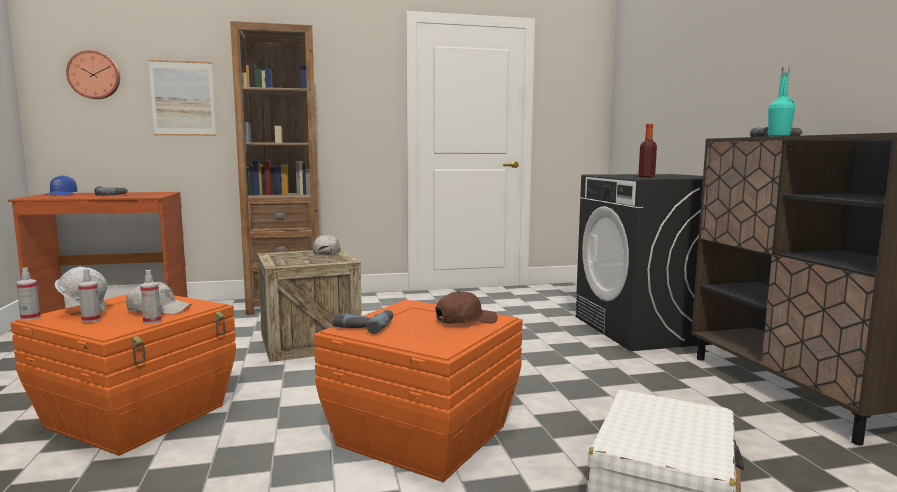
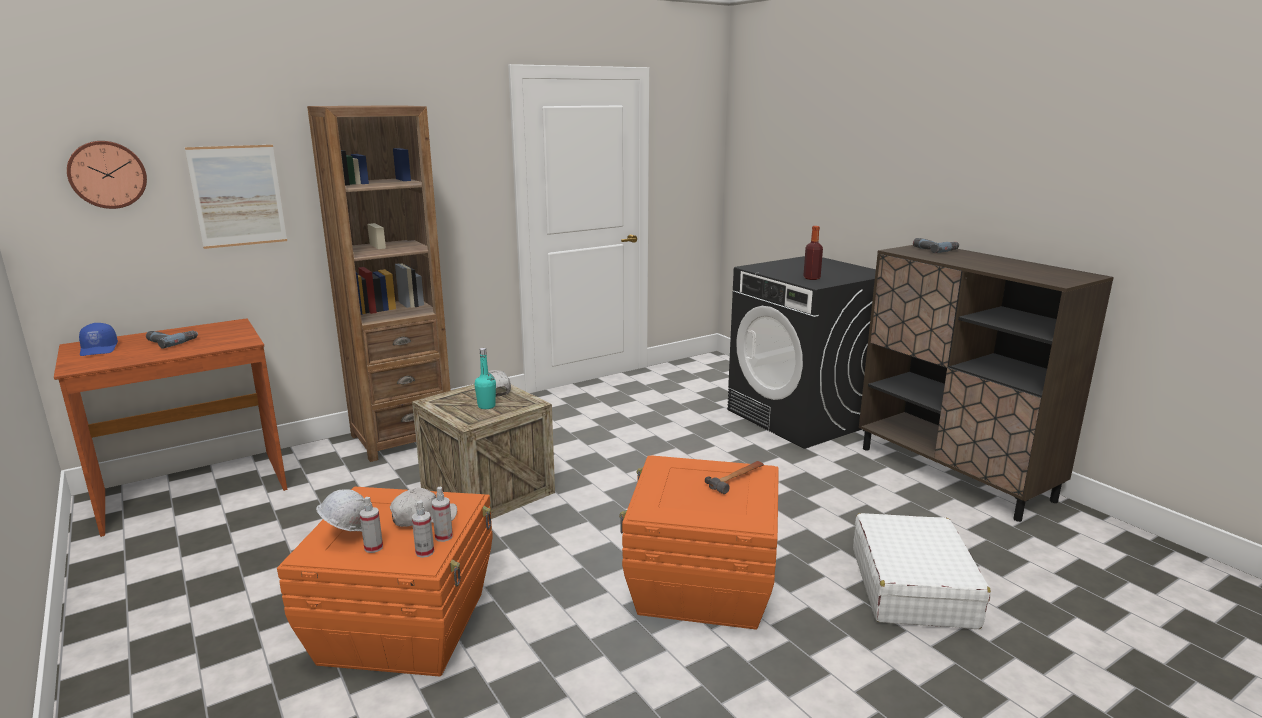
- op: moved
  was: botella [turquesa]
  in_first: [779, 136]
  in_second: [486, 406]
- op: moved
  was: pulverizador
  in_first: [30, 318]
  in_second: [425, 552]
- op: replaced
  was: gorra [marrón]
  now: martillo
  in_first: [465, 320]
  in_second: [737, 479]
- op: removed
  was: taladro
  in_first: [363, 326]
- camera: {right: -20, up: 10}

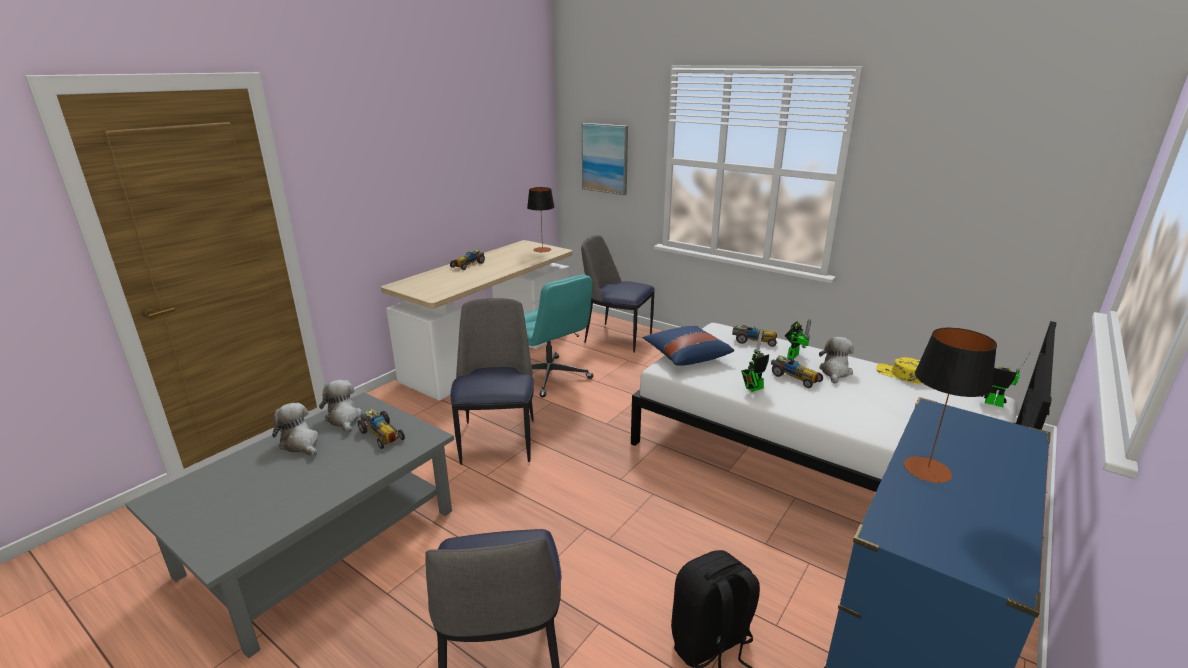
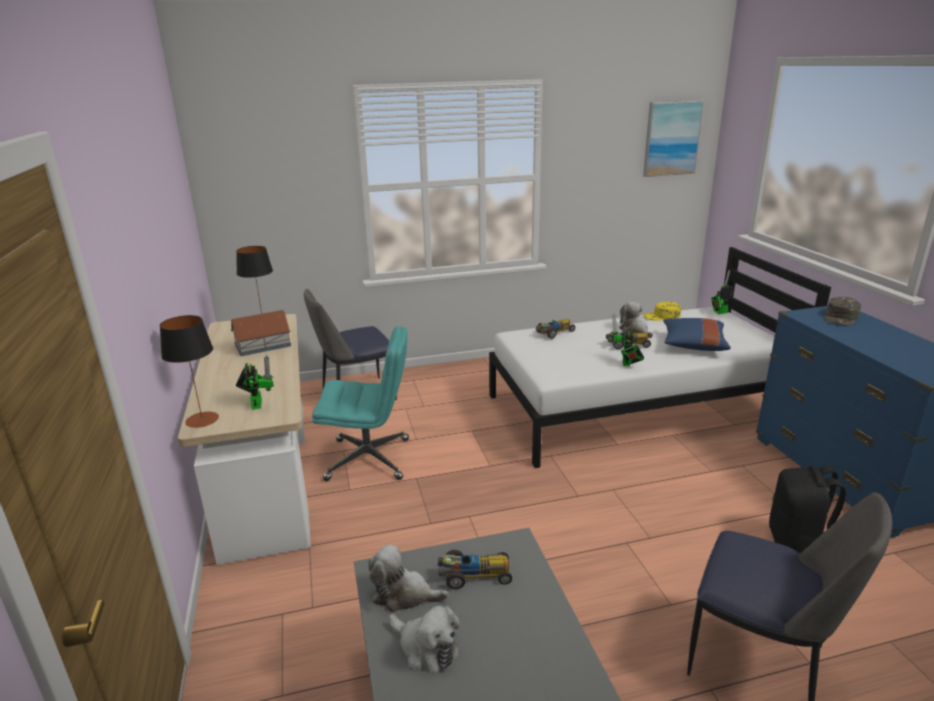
- op: moved
  was: cuadro
  in_first: [605, 158]
  in_second: [671, 138]
- op: removed
  was: coche de juguete
  in_first: [469, 264]
- op: removed
  was: silla
  in_first: [498, 439]
- op: moved
  was: robot de juguete
  in_first: [793, 355]
  in_second: [257, 403]
- op: moved
  was: cojín [azul]
  in_first: [686, 356]
  in_second: [693, 345]
- op: moved
  was: lámpara de mesa
  in_first: [927, 470]
  in_second: [202, 420]
- op: turned
  was: peluche
  in_first: [300, 444]
  in_second: [426, 648]
  clockwise: -135
- op: added
  now: gorra [verde]
  in_second: [841, 317]
- op: added
  now: casita
  in_second: [263, 345]
- camera: {right: -50, up: 0}

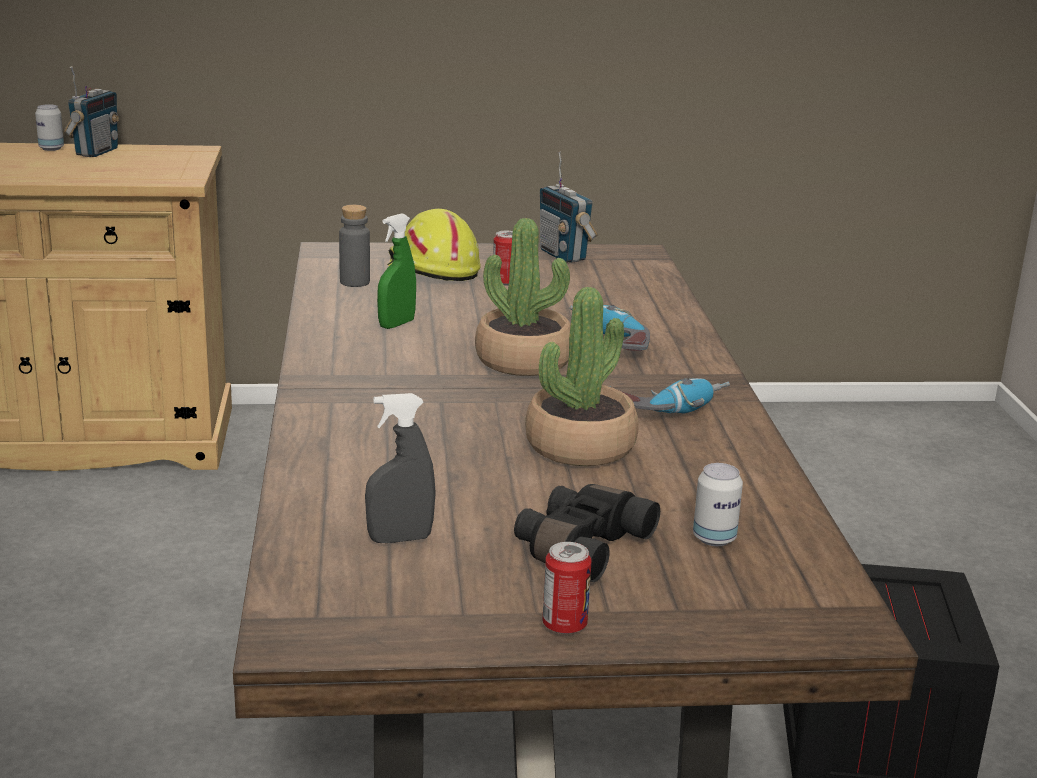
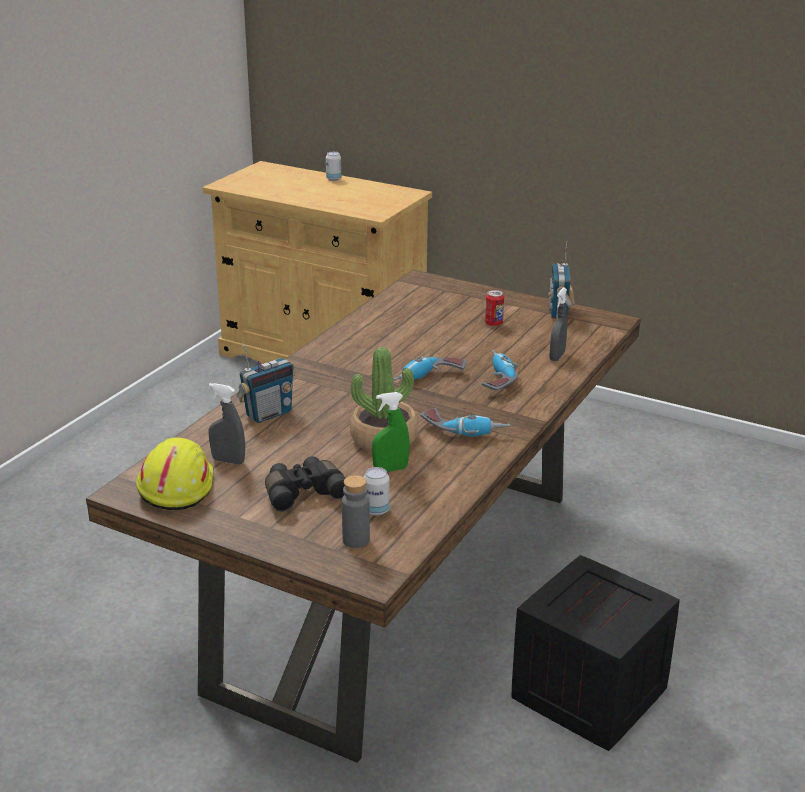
- op: moved
  was: radio
  in_first: [96, 152]
  in_second: [268, 414]
- op: moved
  was: botella [gris]
  in_first: [354, 282]
  in_second: [356, 540]
- op: moved
  was: casco [amarillo]
  in_first: [432, 269]
  in_second: [175, 487]
- op: moved
  was: pulverizador [verde]
  in_first: [396, 324]
  in_second: [390, 469]
- op: replaced
  was: planta en maceta
  now: taladro
  in_first: [523, 360]
  in_second: [429, 379]
- op: removed
  was: lata
  in_first: [564, 625]
- op: added
  now: pulverizador [gris]
  in_second: [557, 356]
- camera: {right: 35, up: 5}

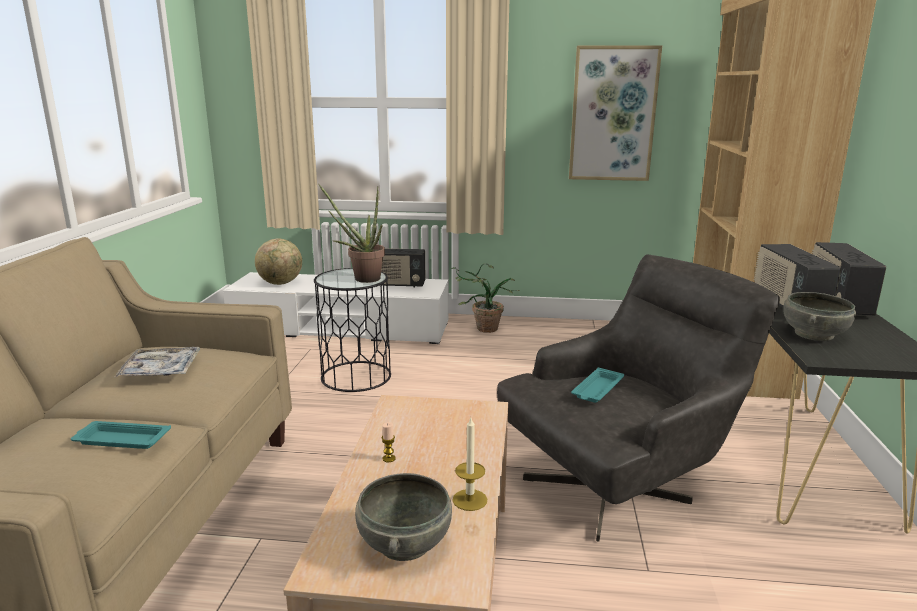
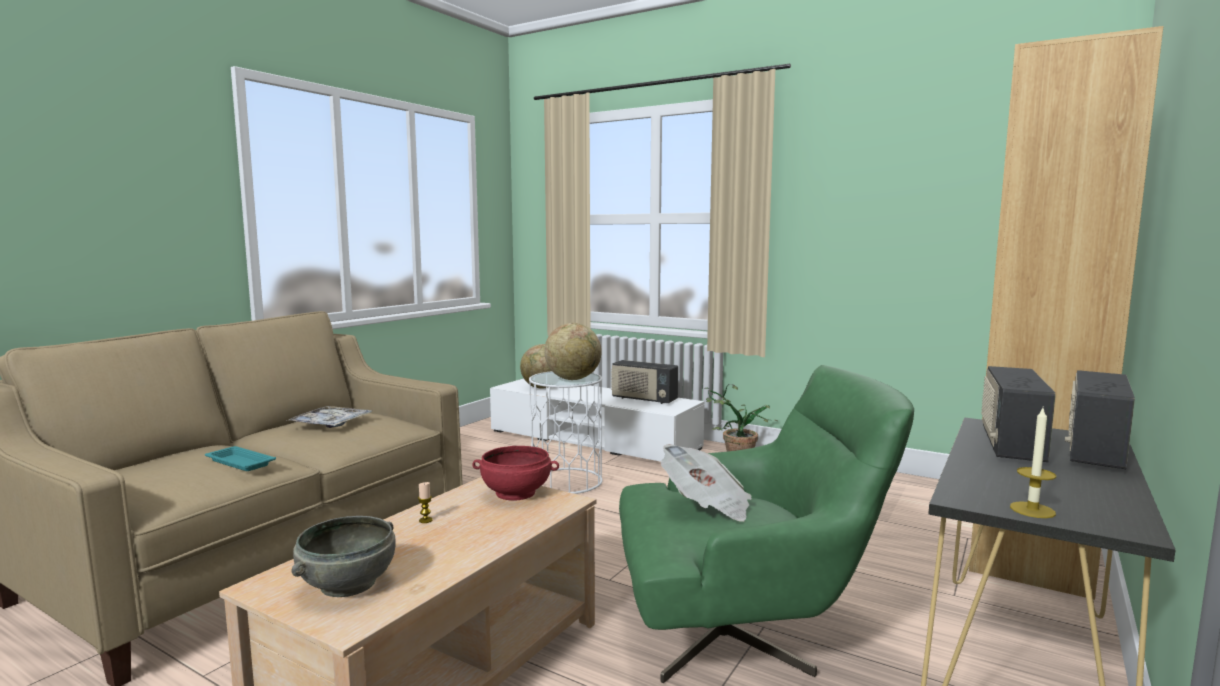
- op: removed
  was: cuadro
  in_first: [613, 114]
- op: replaced
  was: planta en maceta
  now: globo terráqueo
  in_first: [361, 278]
  in_second: [573, 379]
- op: recoloured
  was: sillón [gris]
  now: sillón [verde]
  in_first: [621, 483]
  in_second: [746, 634]
- op: recoloured
  was: mesa auxiliar [negro]
  now: mesa auxiliar [blanco]
  in_first: [356, 376]
  in_second: [567, 481]
- op: removed
  was: cuenco [gris]
  in_first: [813, 334]
- op: replaced
  was: bandeja [turquesa]
  now: periódico
  in_first: [597, 390]
  in_second: [707, 506]
- op: moved
  was: vela
  in_first: [469, 500]
  in_second: [1032, 510]
- op: added
  now: cuenco [rojo]
  in_second: [515, 493]
- camera: {right: 25, up: -10}

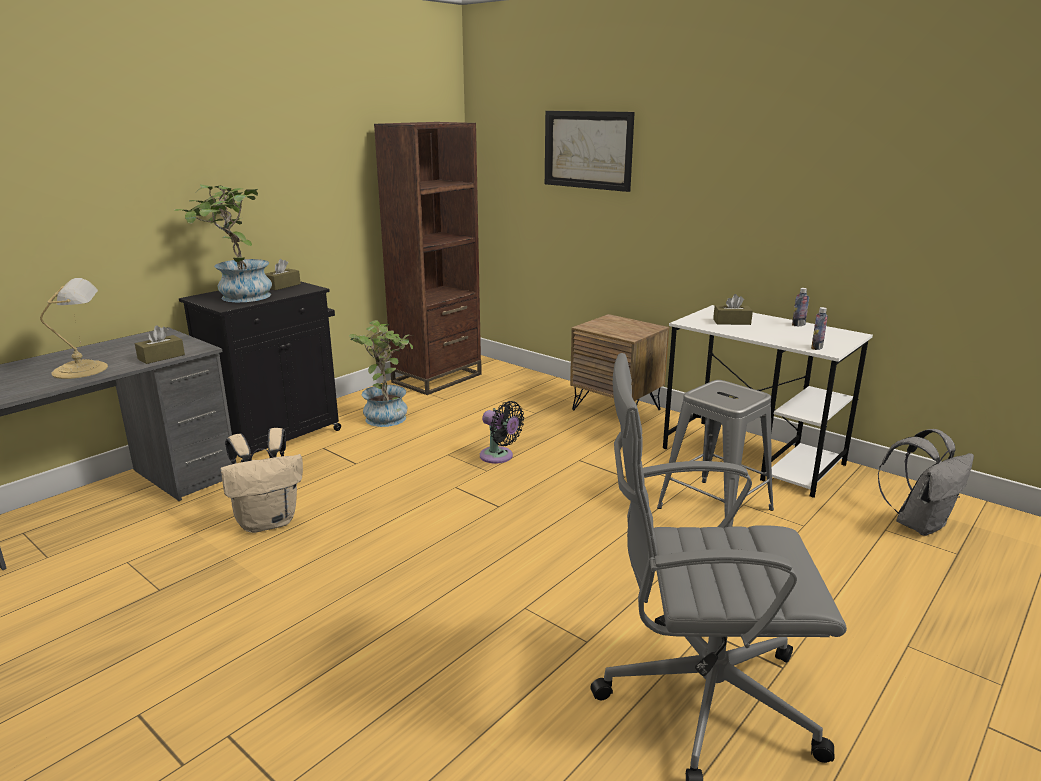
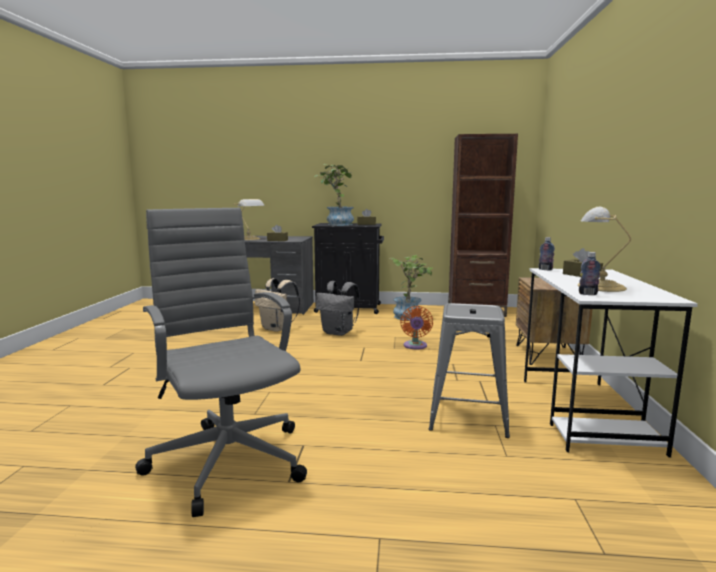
- op: removed
  was: cuadro
  in_first: [588, 150]
- op: moved
  was: botella
  in_first: [798, 325]
  in_second: [545, 269]
- op: recoloured
  was: ventilador [negro]
  now: ventilador [naranja]
  in_first: [499, 457]
  in_second: [415, 346]
- op: moved
  was: mochila [gris]
  in_first: [919, 524]
  in_second: [339, 332]
- op: added
  now: lámpara de mesa
  in_second: [598, 286]
- camera: {right: 55, up: -10}

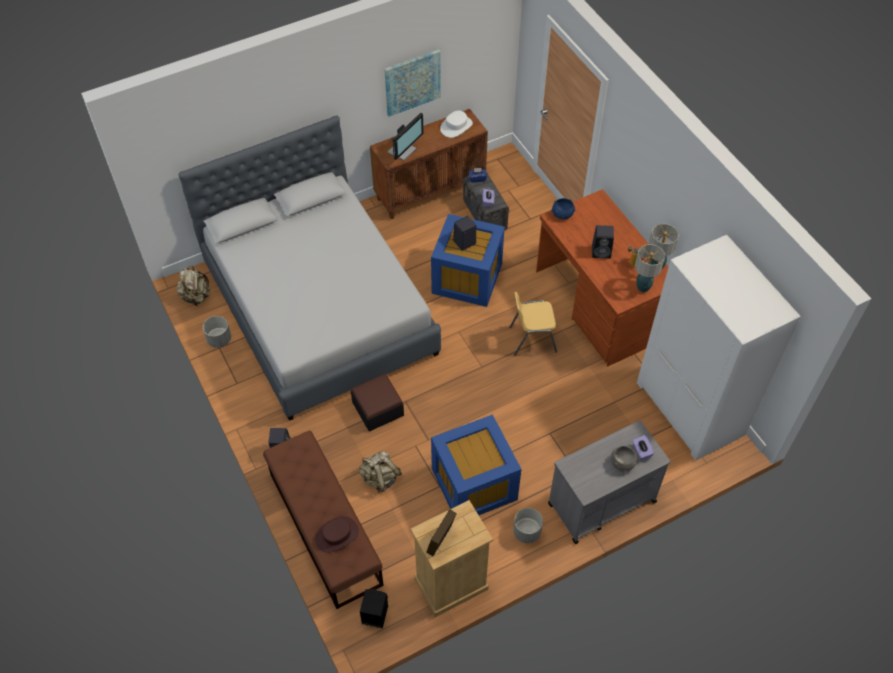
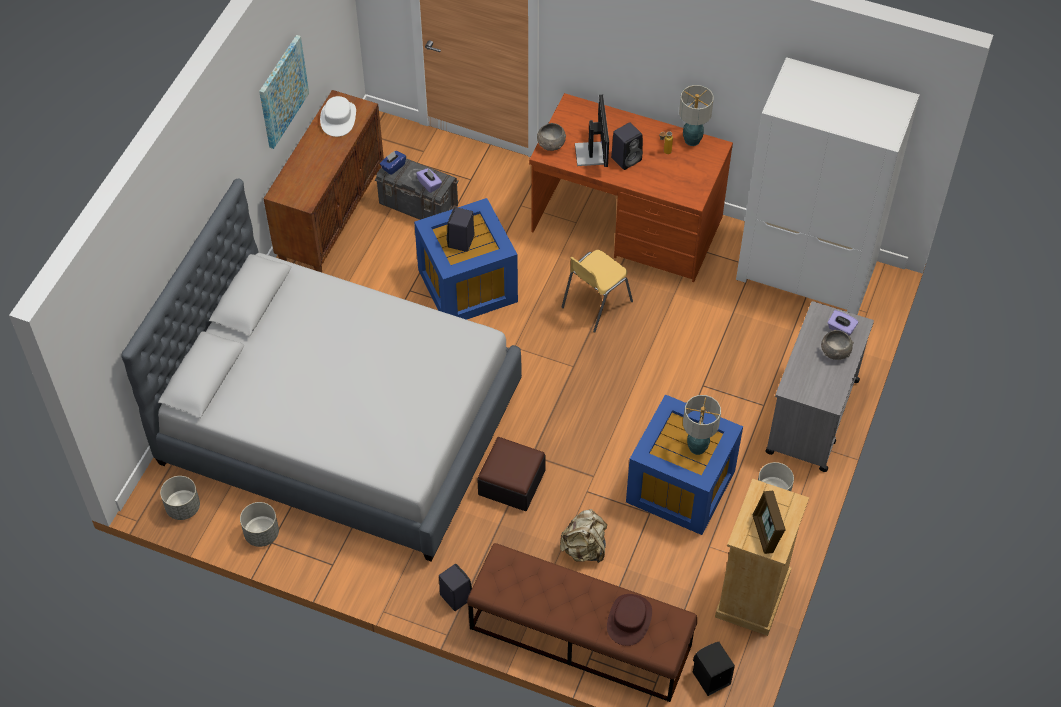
- op: moved
  was: monitor
  in_first: [403, 151]
  in_second: [592, 153]
- op: recoloured
  was: cuenco [azul]
  now: cuenco [gris]
  in_first: [562, 214]
  in_second: [551, 144]
- op: moved
  was: lámpara de mesa
  in_first: [643, 287]
  in_second: [697, 448]
- op: replaced
  was: mochila [beis]
  now: maceta [gris]
  in_first: [196, 297]
  in_second: [183, 507]
- camera: {right: -40, up: 0}

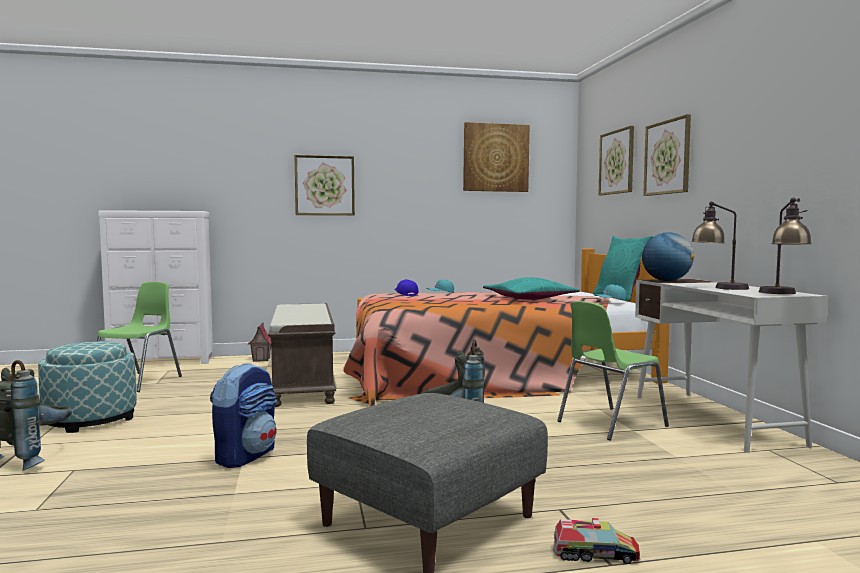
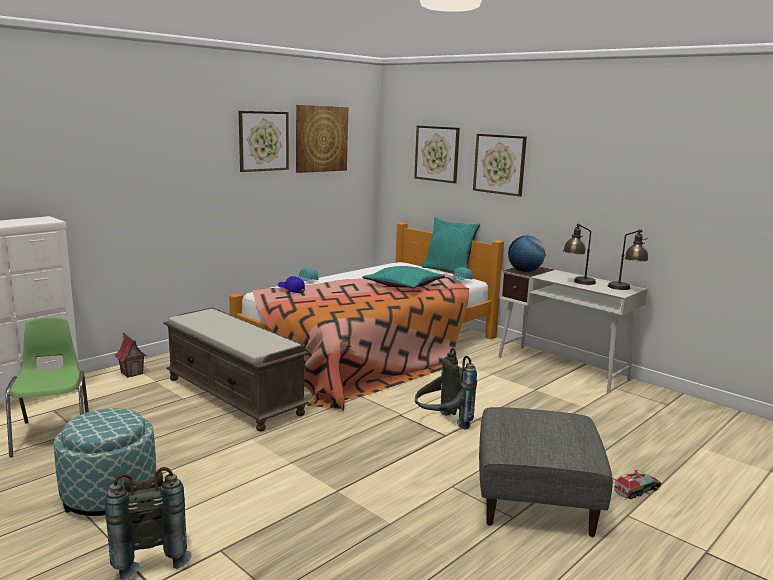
- op: moved
  was: cuadro
  in_first: [324, 185]
  in_second: [263, 141]
- op: removed
  was: silla [verde]
  in_first: [609, 424]
- op: removed
  was: mochila
  in_first: [245, 456]
- camera: {right: -35, up: 10}

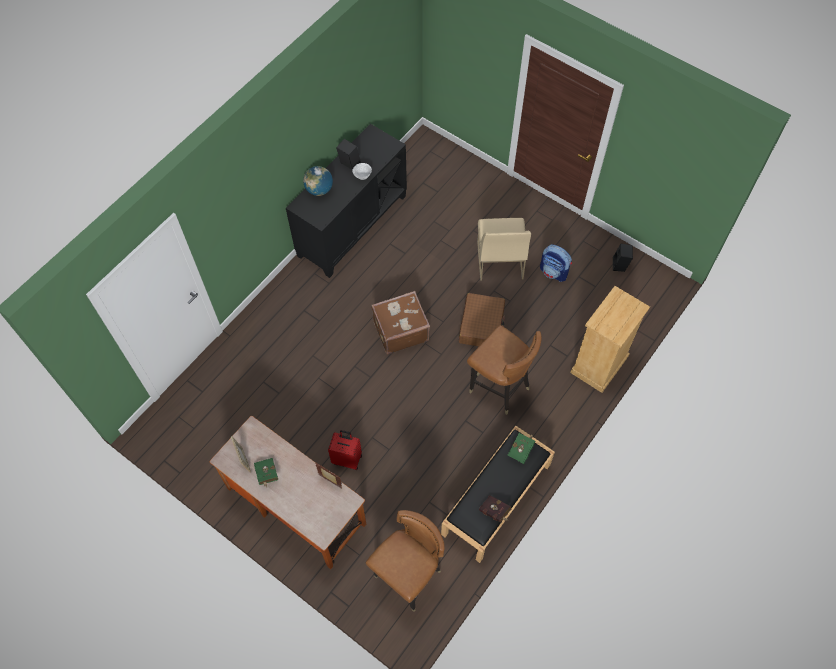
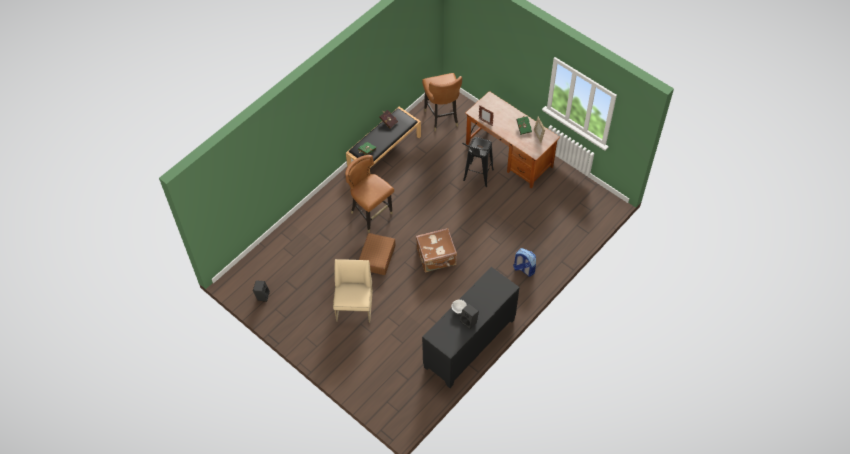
- op: removed
  was: globo terráqueo
  in_first: [319, 190]
- op: moved
  was: mochila
  in_first: [554, 272]
  in_second: [523, 269]
- op: removed
  was: cómoda [beis]
  in_first: [599, 365]
- op: replaced
  was: maleta [rojo]
  now: taburete [negro]
  in_first: [347, 459]
  in_second: [476, 179]
- op: turned
  was: silla [marrón]
  in_first: [408, 577]
  in_second: [442, 117]
  clockwise: -60
- camera: {right: -175, up: -5}

